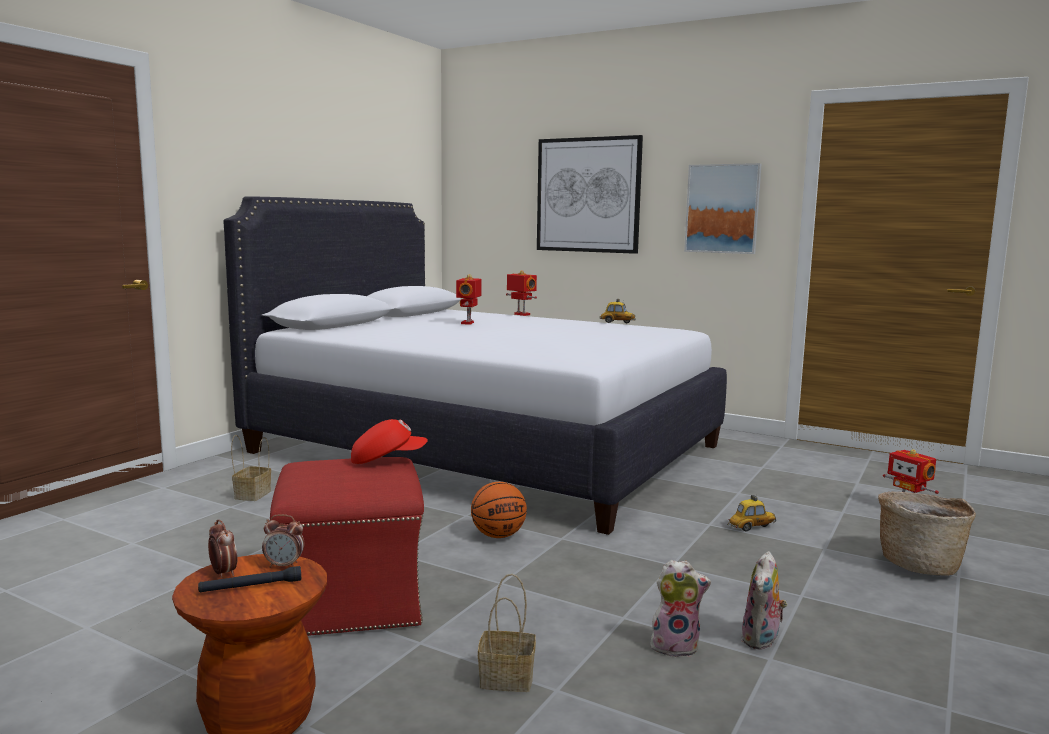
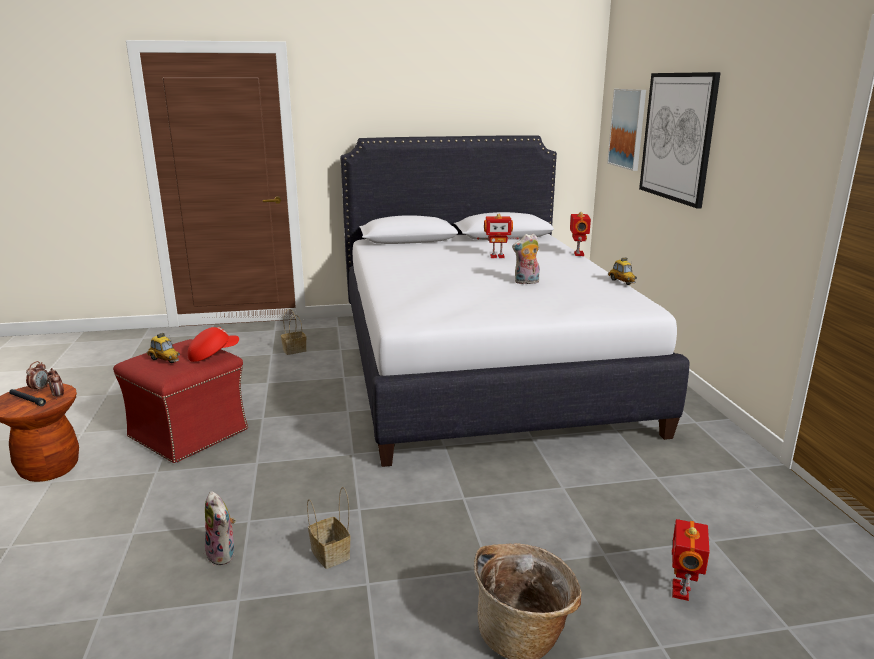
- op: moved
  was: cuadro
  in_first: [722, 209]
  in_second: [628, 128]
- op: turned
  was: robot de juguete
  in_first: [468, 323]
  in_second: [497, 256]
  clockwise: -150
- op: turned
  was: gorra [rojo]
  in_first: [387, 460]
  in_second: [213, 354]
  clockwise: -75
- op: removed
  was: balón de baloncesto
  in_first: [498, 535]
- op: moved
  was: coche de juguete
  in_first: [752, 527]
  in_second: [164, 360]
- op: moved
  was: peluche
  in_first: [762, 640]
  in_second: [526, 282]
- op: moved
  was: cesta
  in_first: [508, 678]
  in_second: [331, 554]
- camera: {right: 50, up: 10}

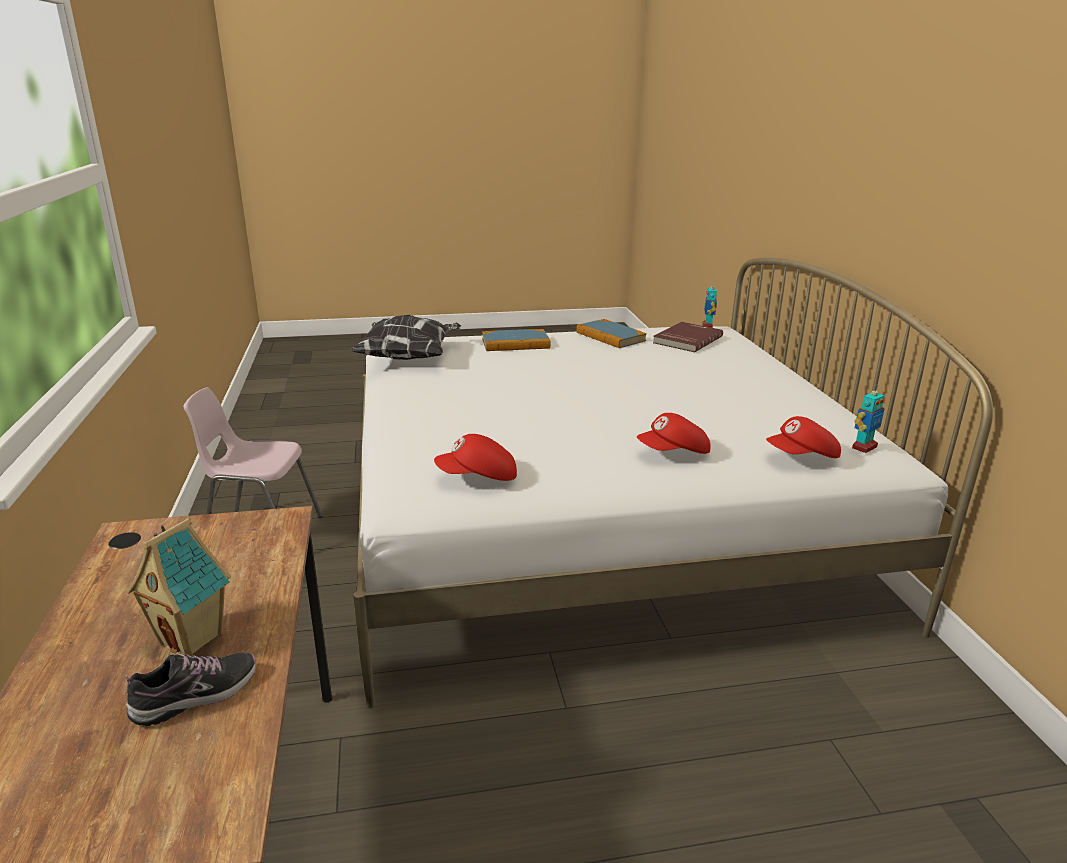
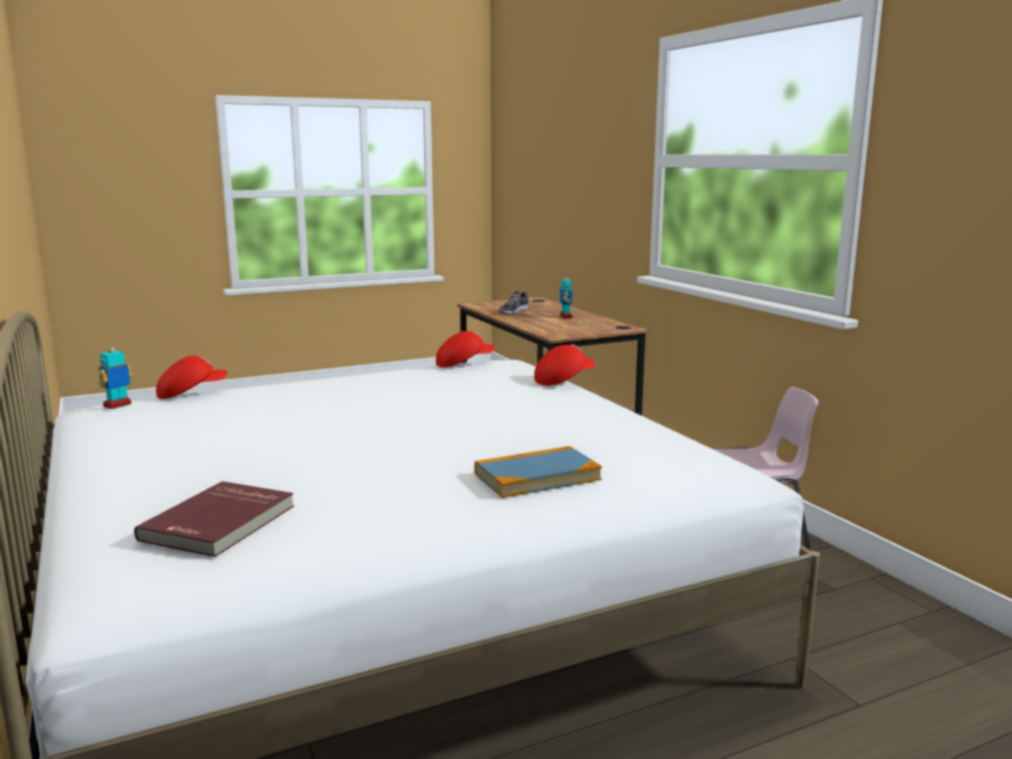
- op: moved
  was: robot de juguete
  in_first: [707, 326]
  in_second: [566, 316]
- op: removed
  was: cojín
  in_first: [409, 358]
- op: removed
  was: libro
  in_first: [610, 337]
- op: moved
  was: gorra [rojo]
  in_first: [674, 453]
  in_second: [563, 380]
- op: removed
  was: casita
  in_first: [193, 638]
- camera: {right: 165, up: -10}

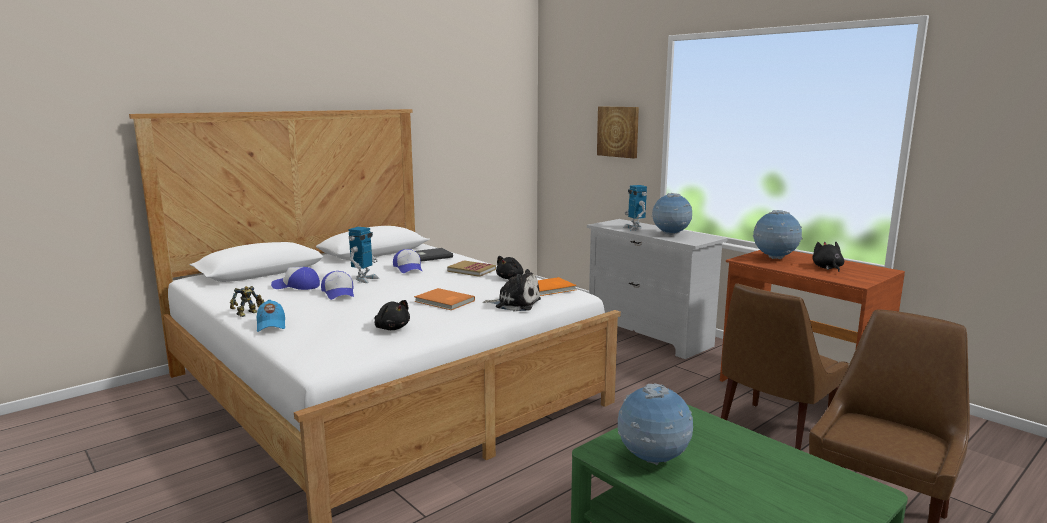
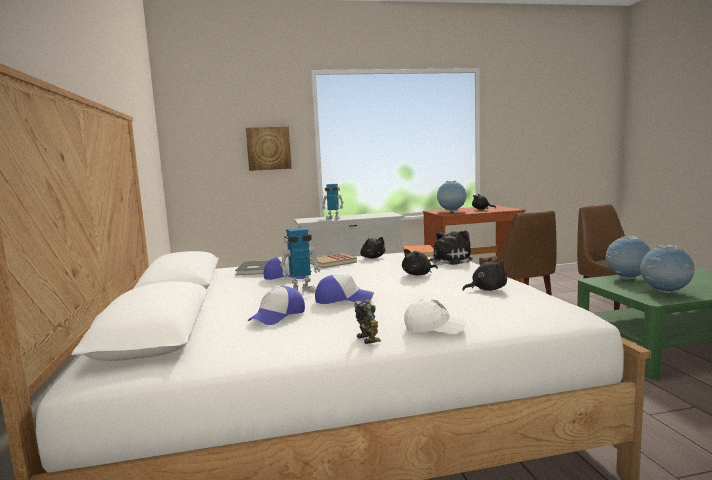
- op: moved
  was: globo terráqueo
  in_first: [670, 235]
  in_second: [627, 279]
- op: turned
  was: robot de juguete
  in_first: [364, 279]
  in_second: [301, 290]
  clockwise: 105
- op: replaced
  was: libro [naranja]
  now: peluche [negro]
  in_first: [444, 301]
  in_second: [418, 274]
- op: recoloured
  was: gorra [azul]
  now: gorra [blanco]
  in_first: [271, 325]
  in_second: [435, 328]
- camera: {right: -60, up: -5}

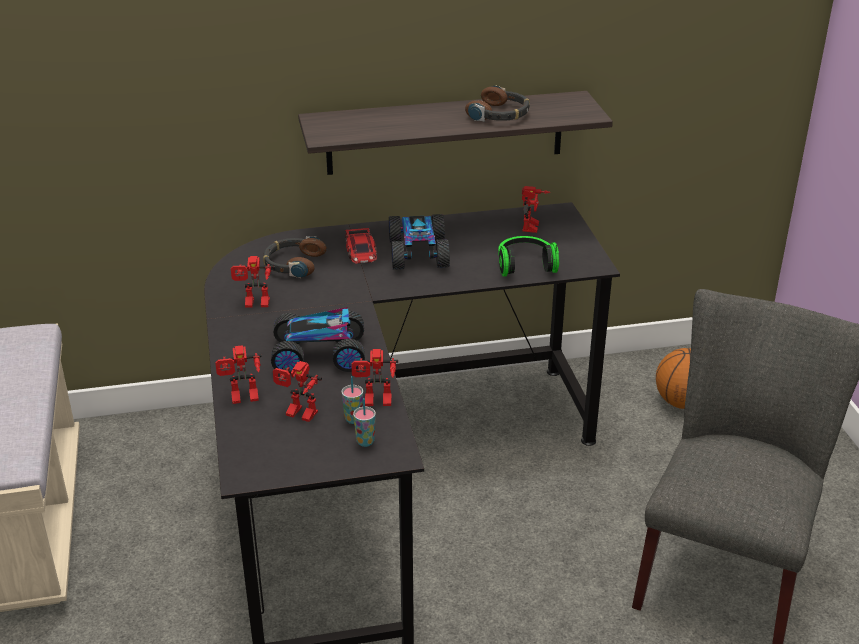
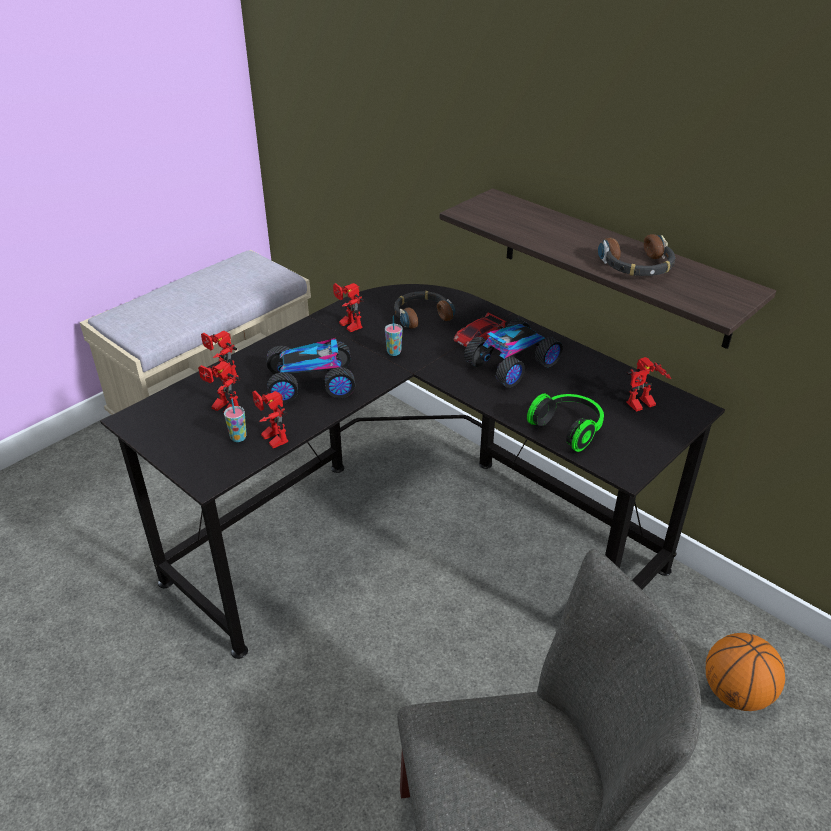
- op: turned
  was: coche de juguete
  in_first: [319, 354]
  in_second: [311, 382]
  clockwise: -60
- op: turned
  was: robot de juguete
  in_first: [298, 415]
  in_second: [222, 409]
  clockwise: -45
- op: moved
  was: taza
  in_first: [365, 442]
  in_second: [394, 352]
- camera: {right: 55, up: 5}

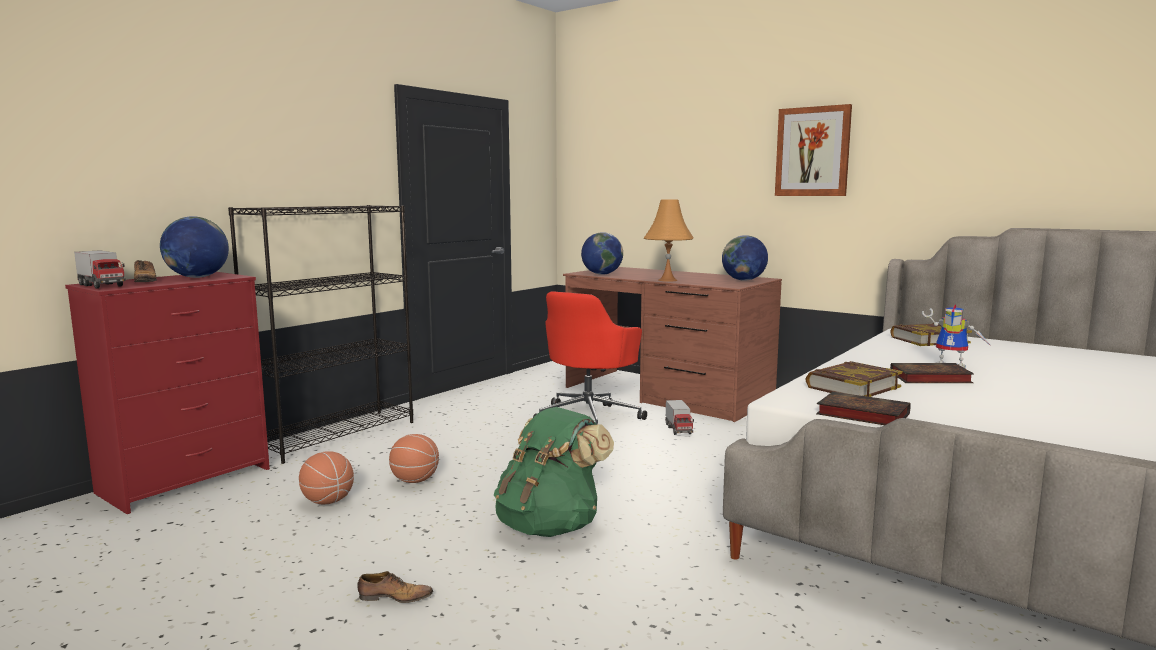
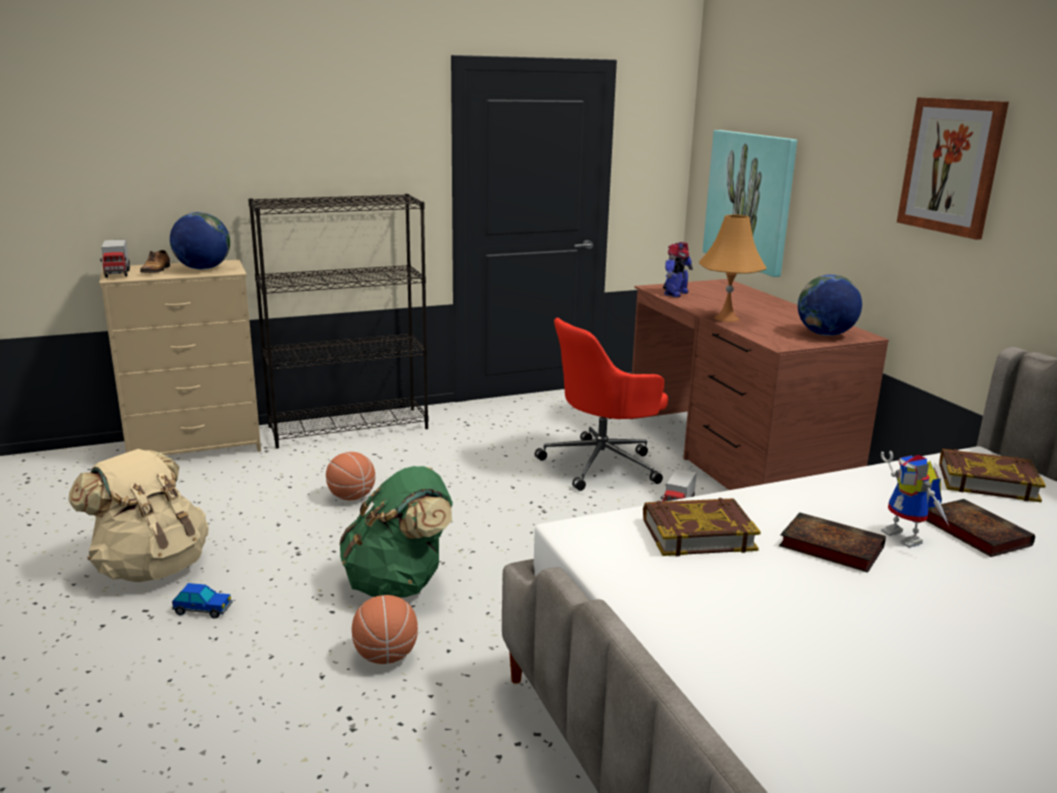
- op: replaced
  was: globo terráqueo
  now: robot de juguete
  in_first: [602, 274]
  in_second: [675, 293]
- op: recoloured
  was: cómoda [rojo]
  now: cómoda [beis]
  in_first: [186, 480]
  in_second: [196, 446]
- op: moved
  was: libro
  in_first: [860, 414]
  in_second: [973, 532]
- op: moved
  was: balón de baloncesto
  in_first: [328, 501]
  in_second: [386, 656]
- op: replaced
  was: zapato
  now: coche de juguete
  in_first: [394, 597]
  in_second: [203, 610]
- op: added
  now: cuadro
  in_second: [750, 200]
- op: added
  now: mochila [beis]
  in_second: [151, 567]
- camera: {right: 30, up: 10}

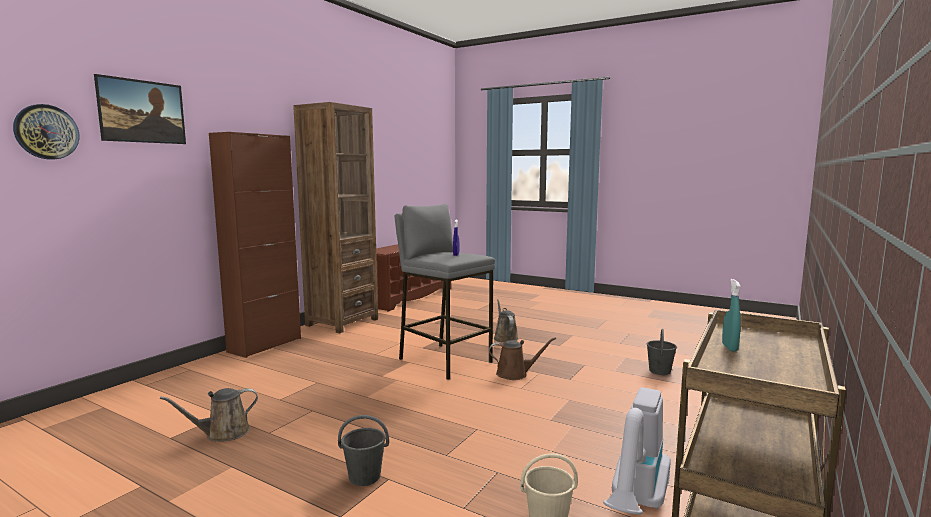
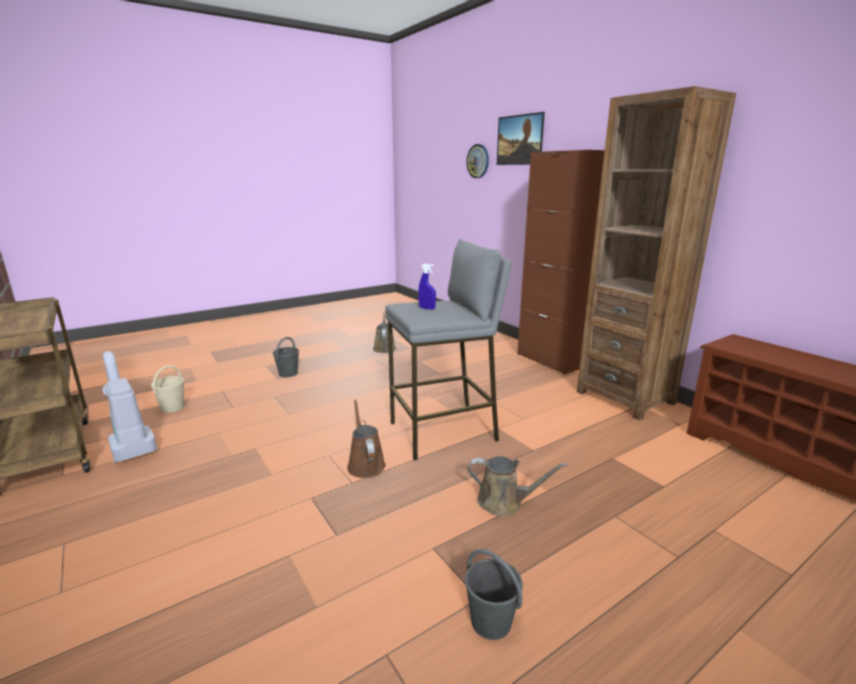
- op: removed
  was: pulverizador [turquesa]
  in_first: [729, 347]
- op: moved
  was: cubo [gris]
  in_first: [659, 371]
  in_second: [490, 621]
- op: turned
  was: regadera [marrón]
  in_first: [515, 374]
  in_second: [365, 464]
  clockwise: 135
- camera: {right: 115, up: 10}

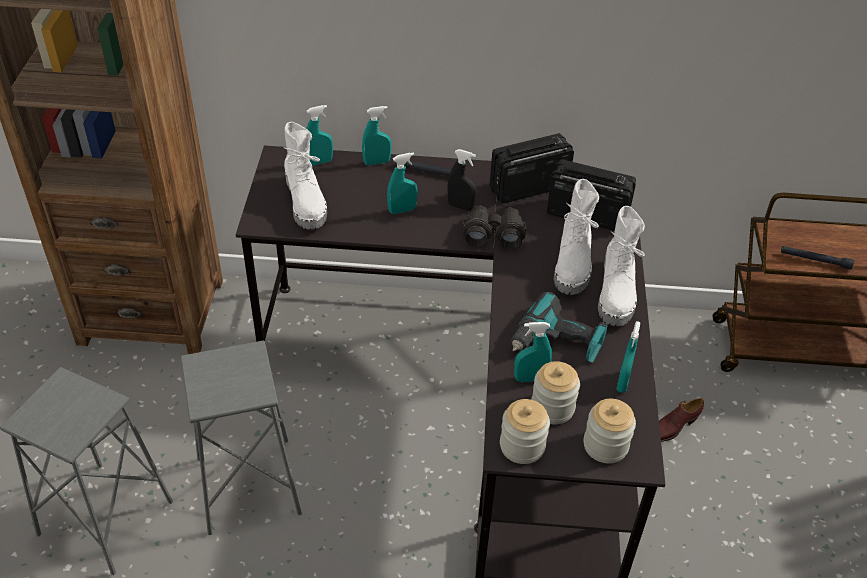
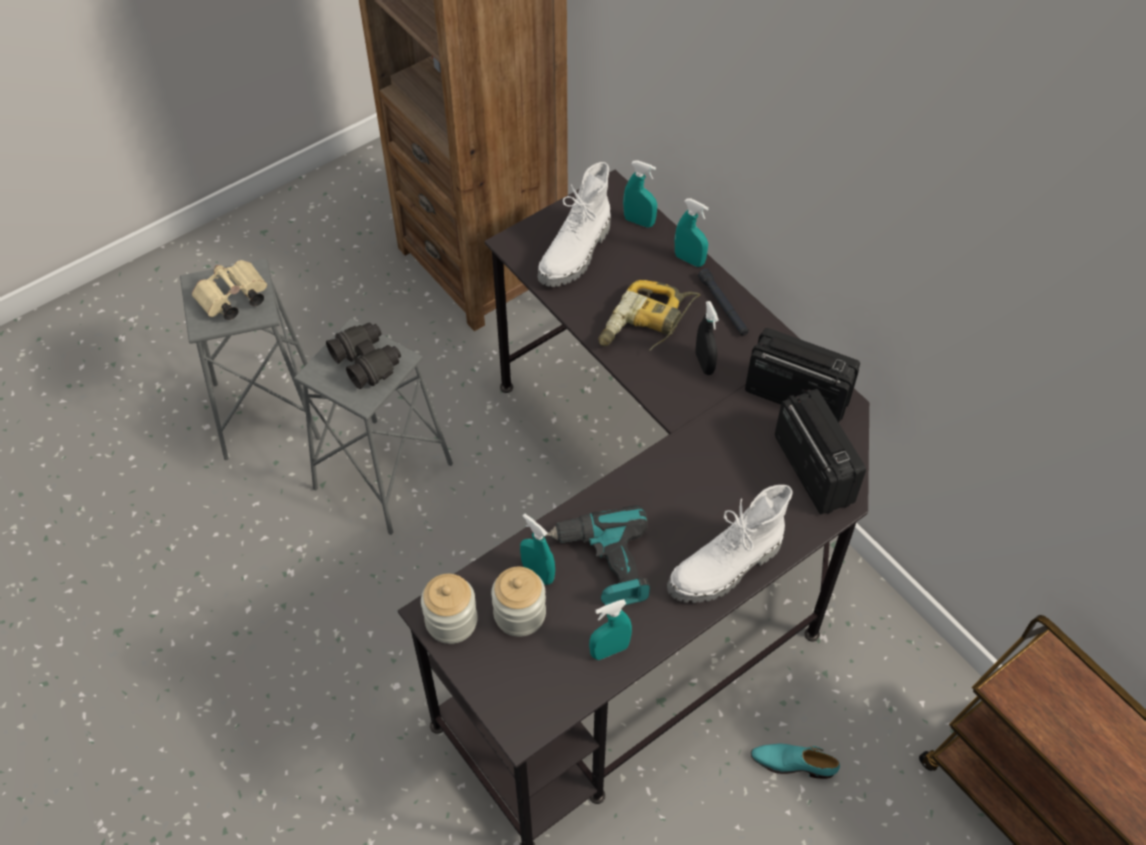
- op: replaced
  was: pulverizador [turquesa]
  now: taladro
  in_first: [402, 210]
  in_second: [647, 325]
- op: removed
  was: bota [blanco]
  in_first: [573, 265]
- op: moved
  was: prismáticos [negro]
  in_first: [493, 234]
  in_second: [367, 361]
- op: removed
  was: linterna [negro]
  in_first: [815, 260]
- op: recoloured
  was: zapato [marrón]
  now: zapato [turquesa]
  in_first: [674, 426]
  in_second: [793, 763]
- op: removed
  was: tarro
  in_first: [605, 445]
- op: added
  now: prismáticos [beis]
  in_second: [232, 300]
- camera: {right: 50, up: 10}

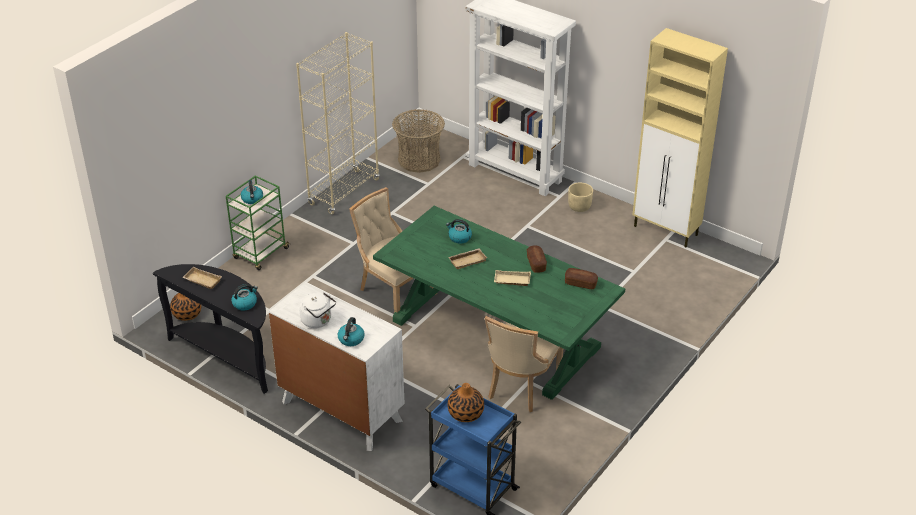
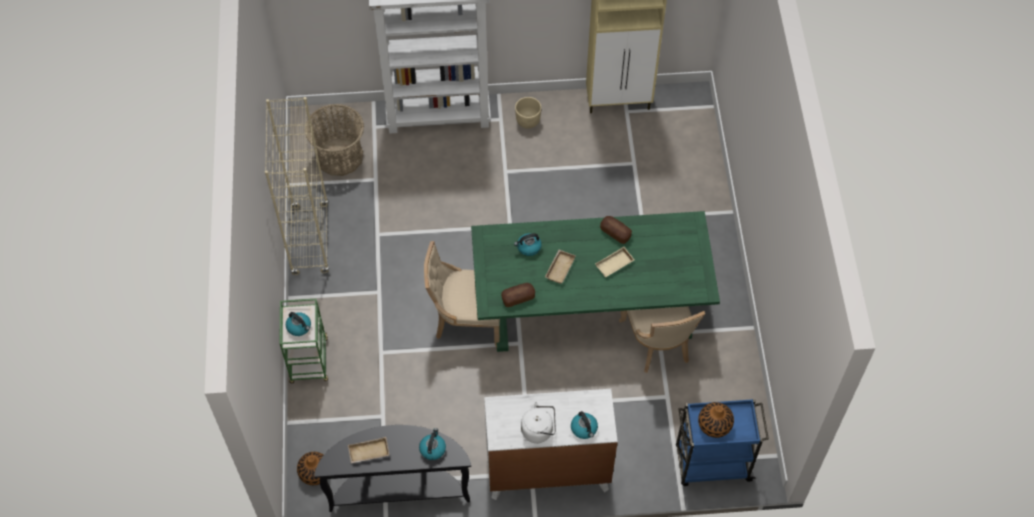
- op: moved
  was: pan
  in_first: [580, 283]
  in_second: [518, 298]
- camera: {right: -40, up: 20}

